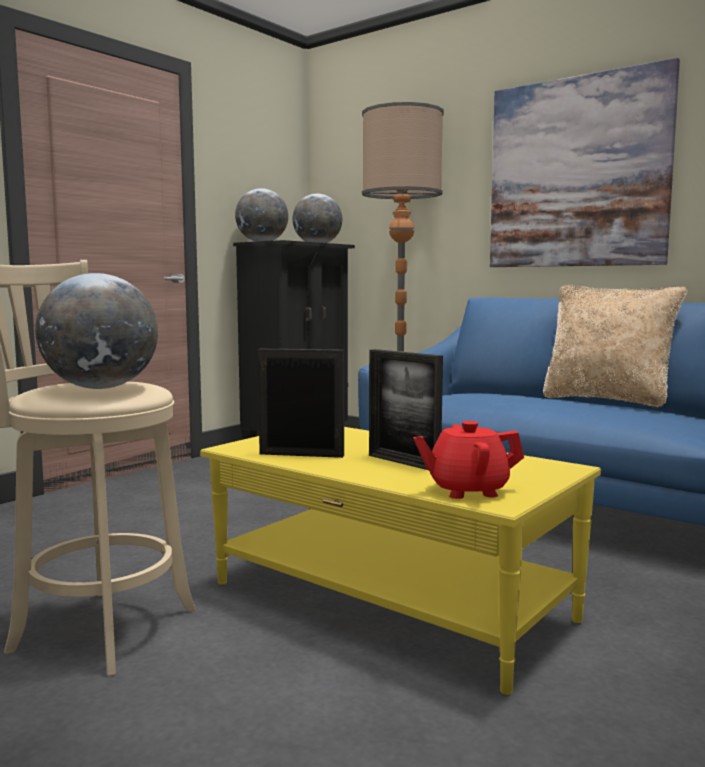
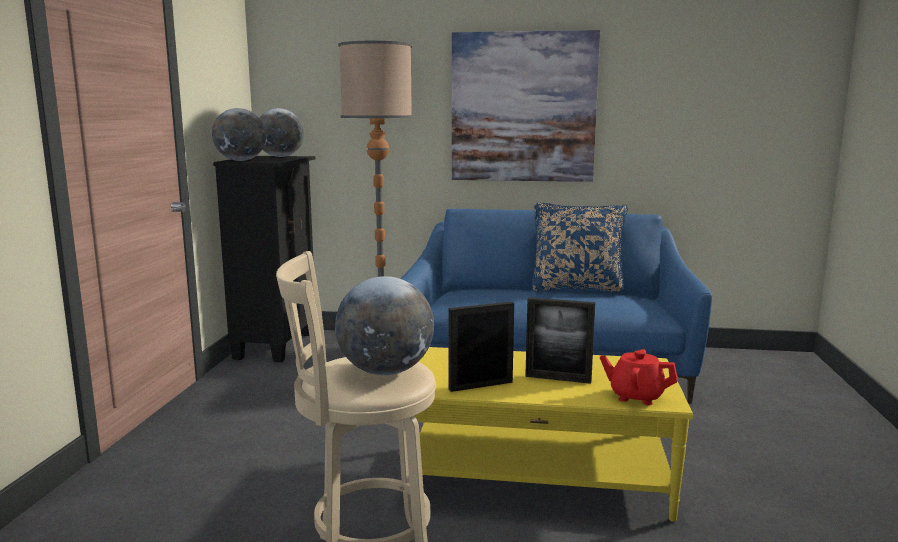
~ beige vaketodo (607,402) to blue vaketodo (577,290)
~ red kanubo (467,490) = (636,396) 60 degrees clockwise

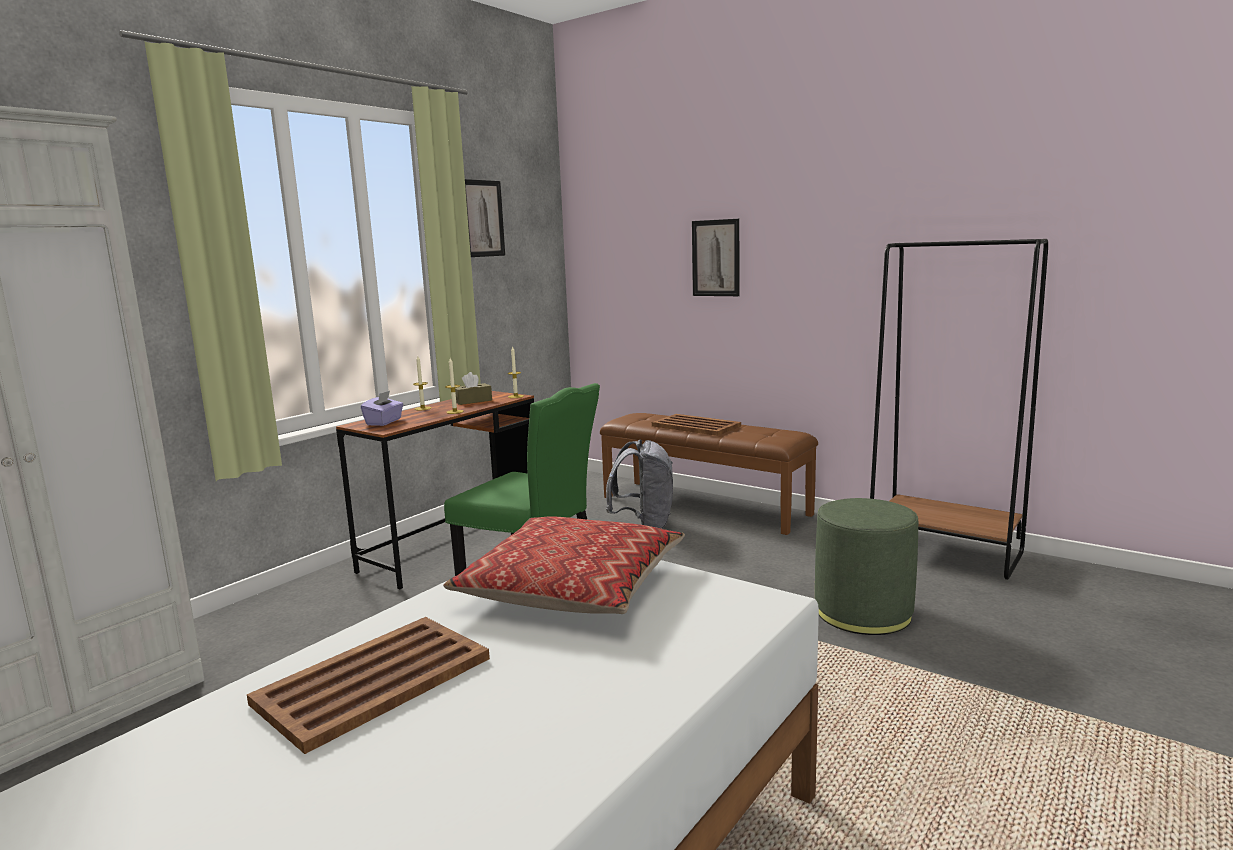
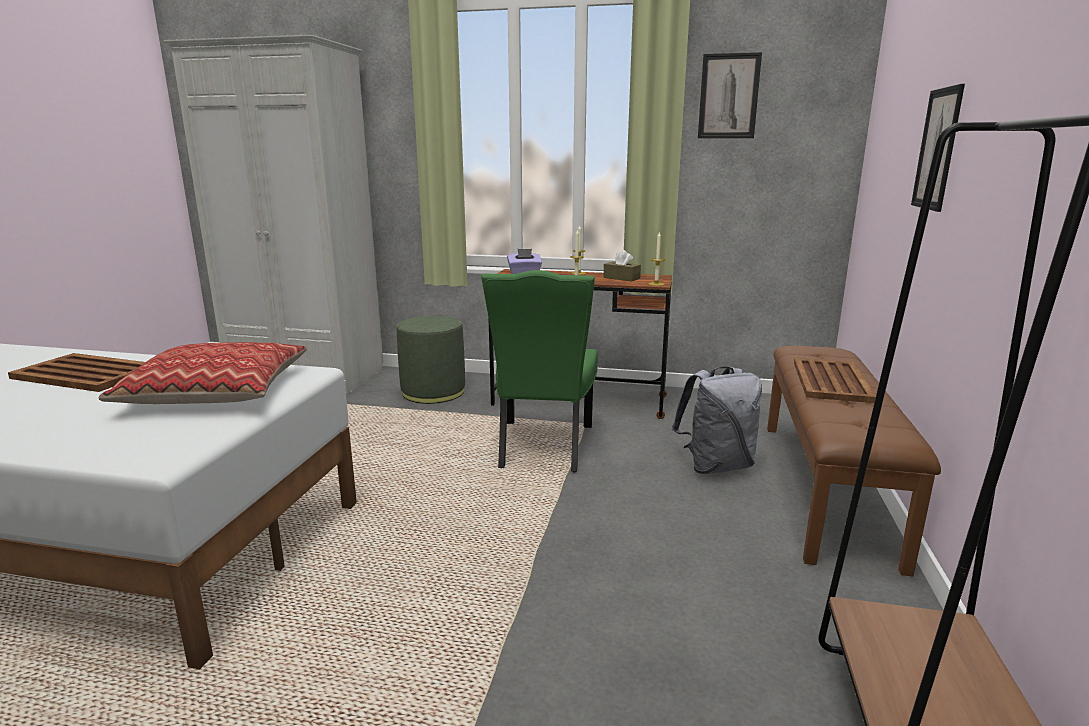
~ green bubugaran (862,612) to (433,392)

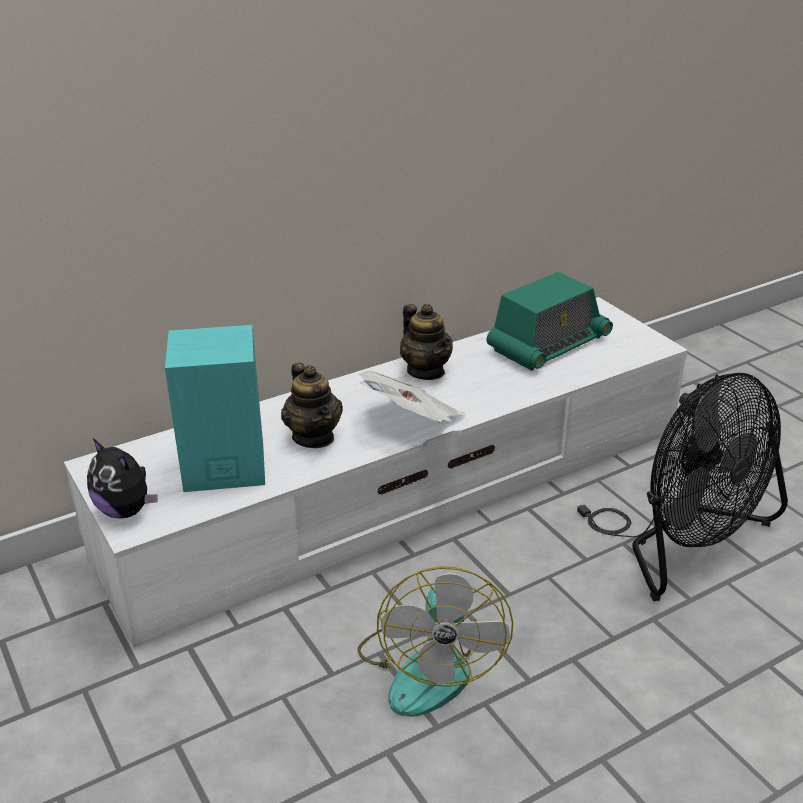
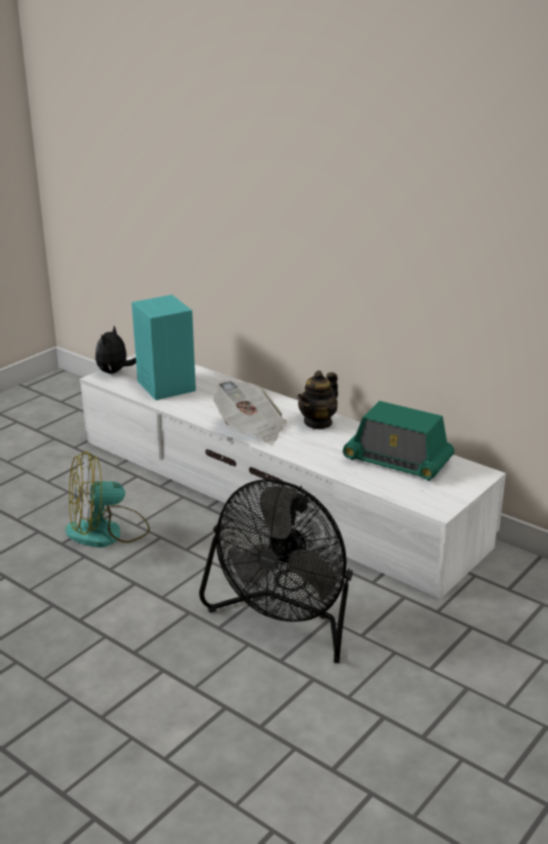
- kanubo (314,437)

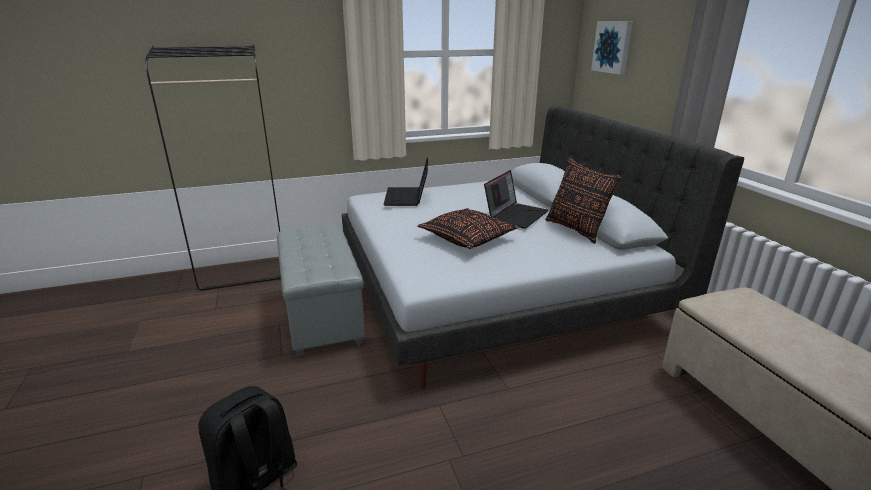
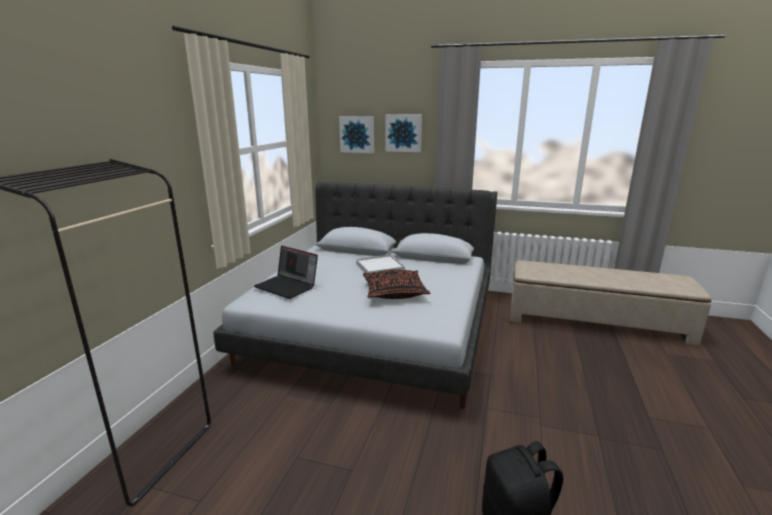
- black vaketodo (576,230)
~ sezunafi (515,215) to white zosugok (379,268)
- grey bubugaran (323,315)
+ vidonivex (404,133)

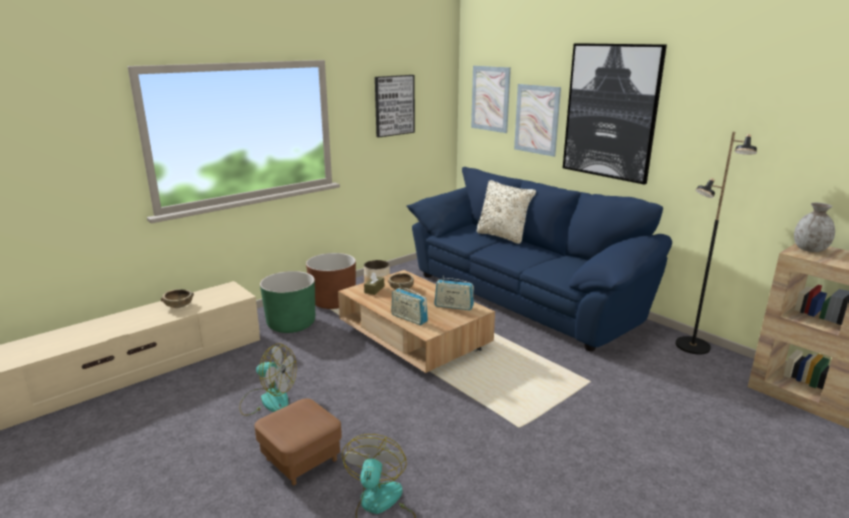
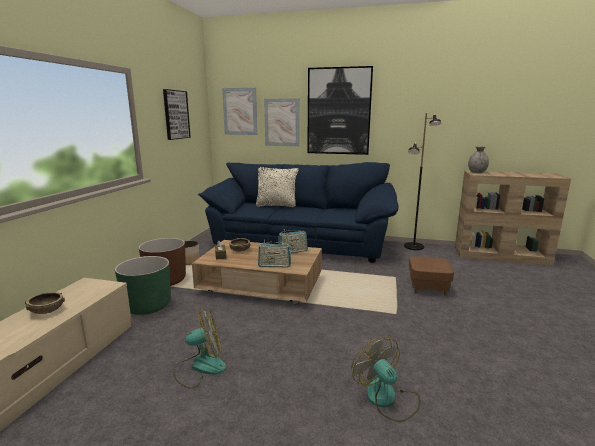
~ brown bubugaran (301,459) to (428,287)

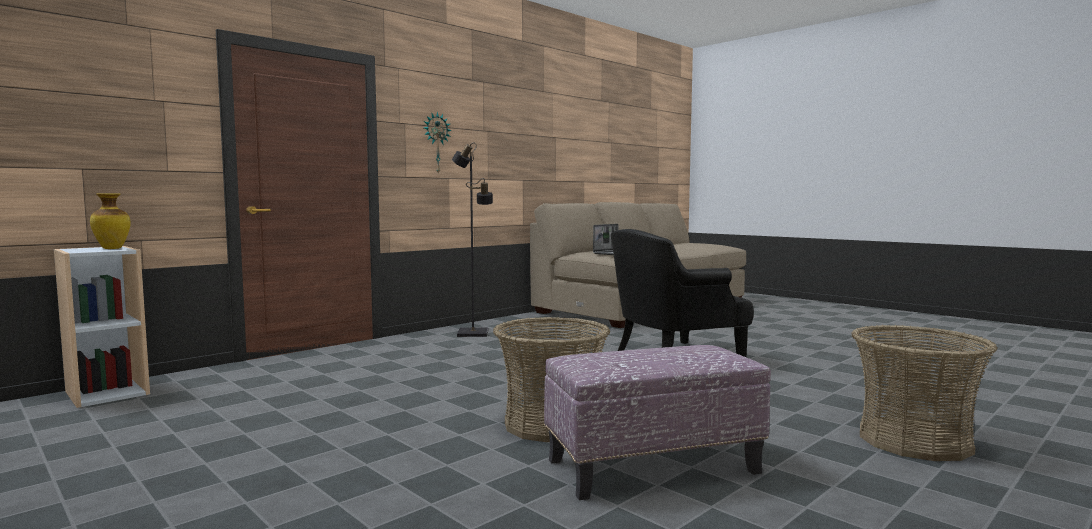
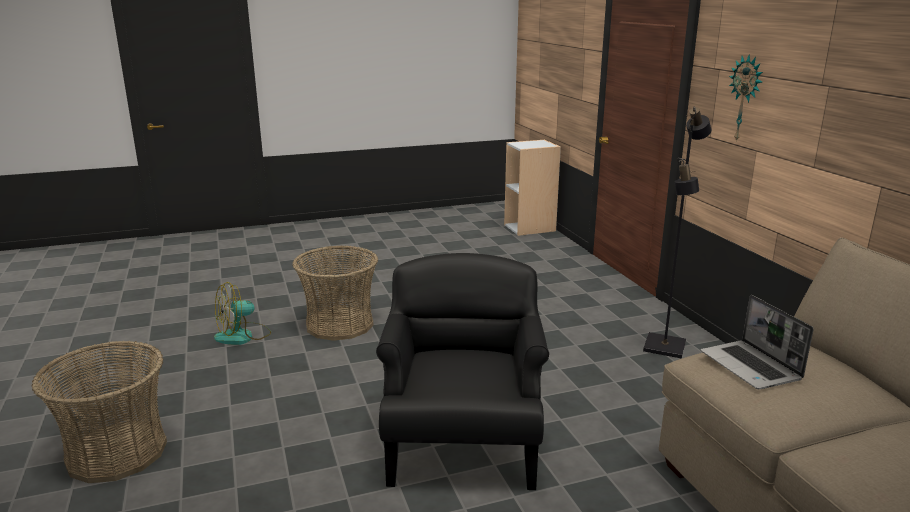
- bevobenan (111,248)
~ bubugaran (653,466) to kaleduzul (243,336)

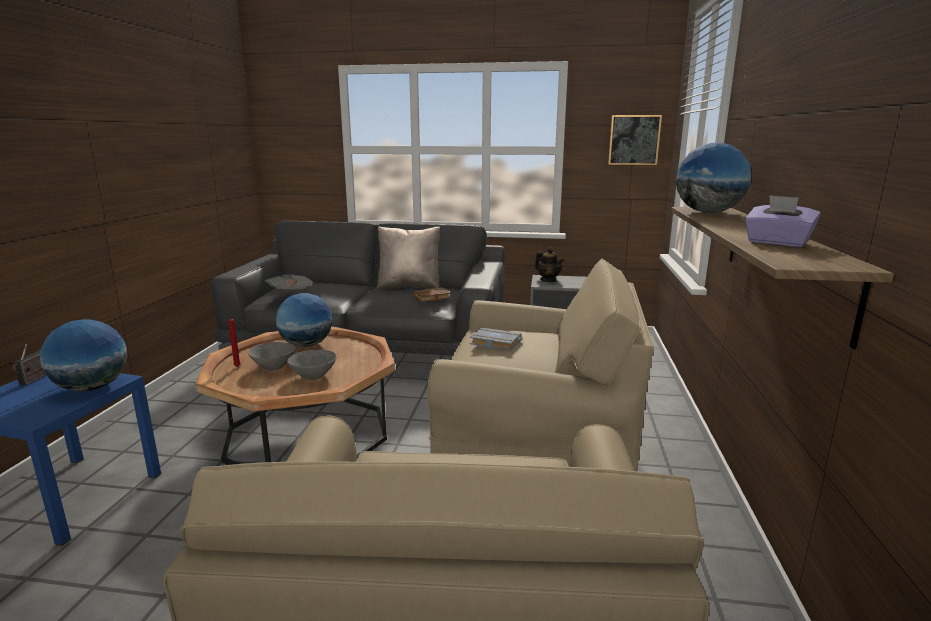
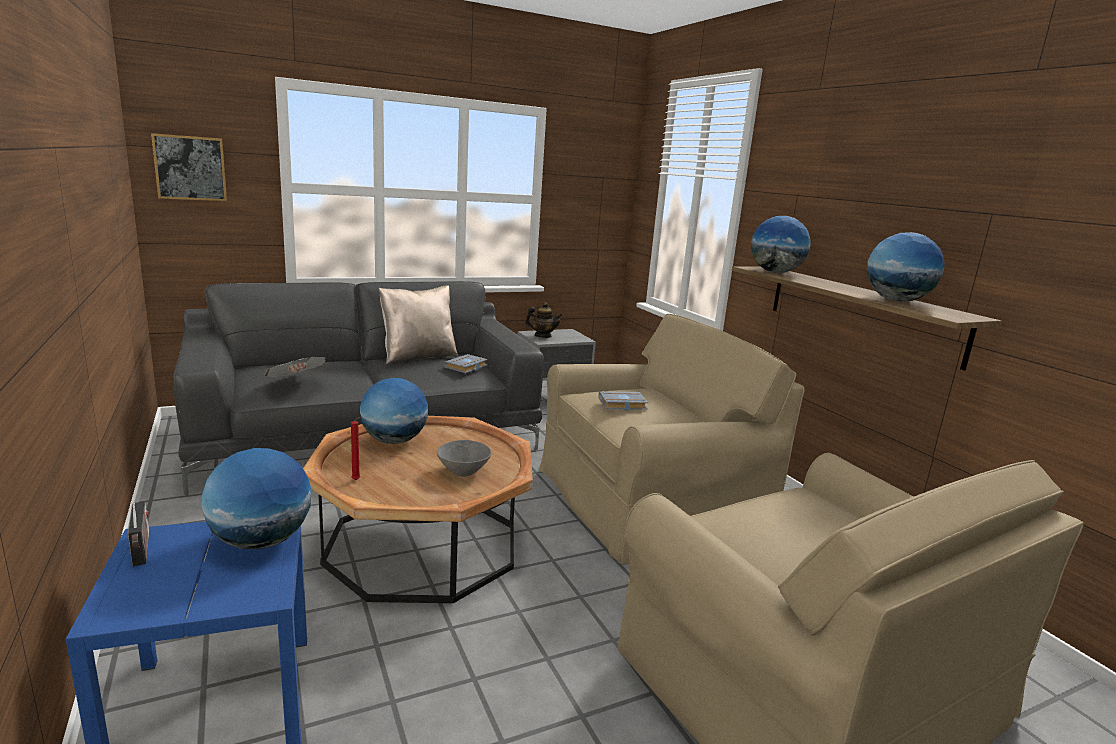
~ vidonivex (634,140) to (190,168)
~ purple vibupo (777,243) to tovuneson (896,300)
~ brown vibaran (431,298) to grey vibaran (466,367)
- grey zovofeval (273,367)

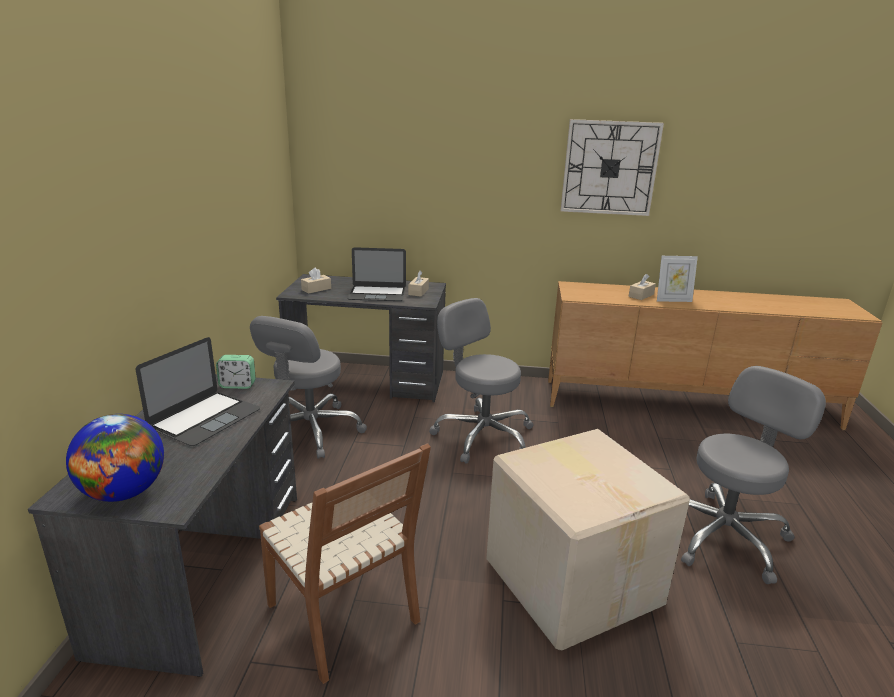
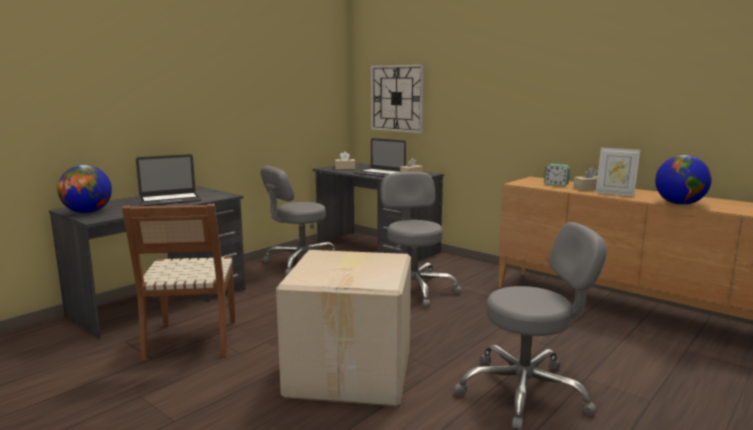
~ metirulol (609,168) to (397,98)
~ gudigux (237,385) to (556,184)
+ tovuneson (679,204)

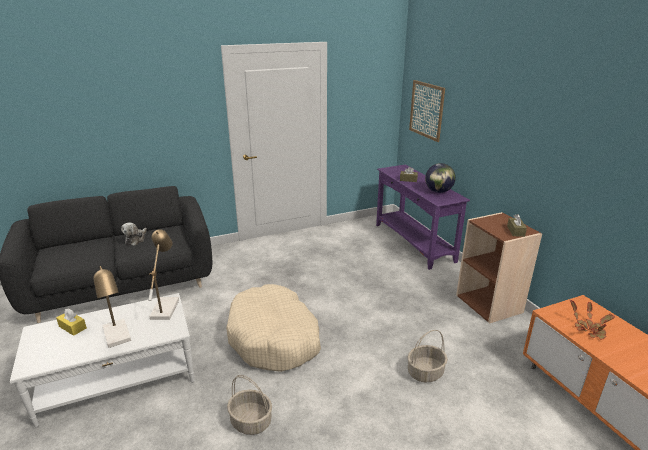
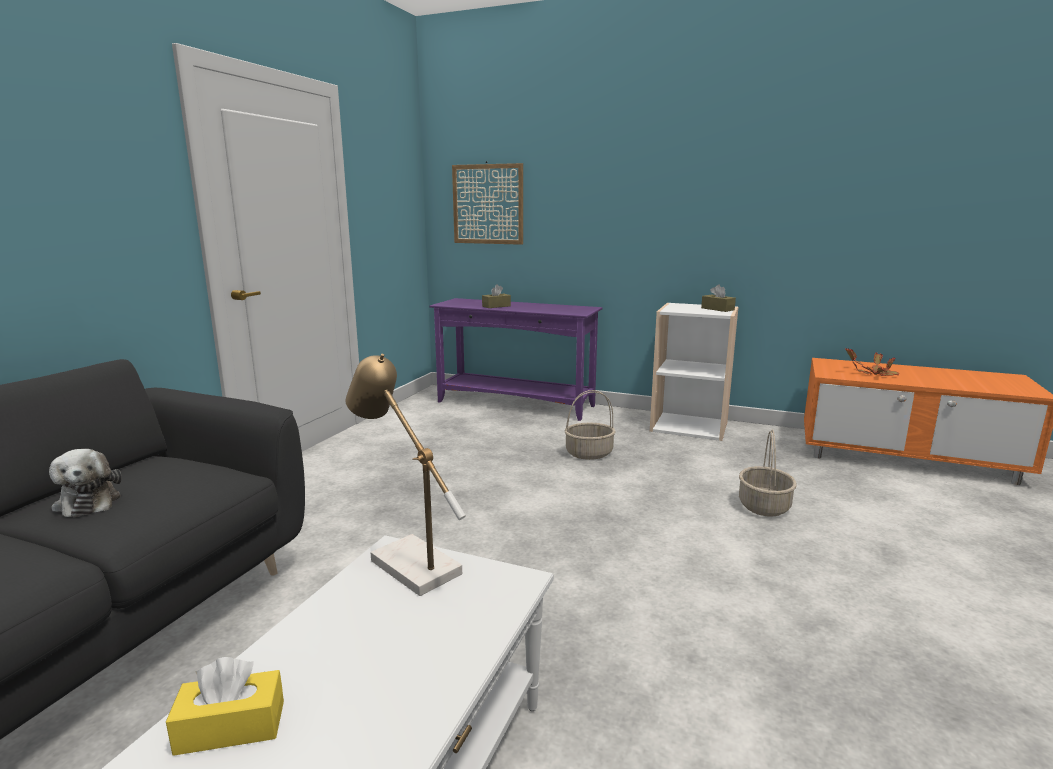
- tovuneson (438,191)
~ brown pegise (490,304) to white pegise (690,426)
- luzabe (118,337)
- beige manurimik (274,338)
~ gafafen (251,421) to (589,453)

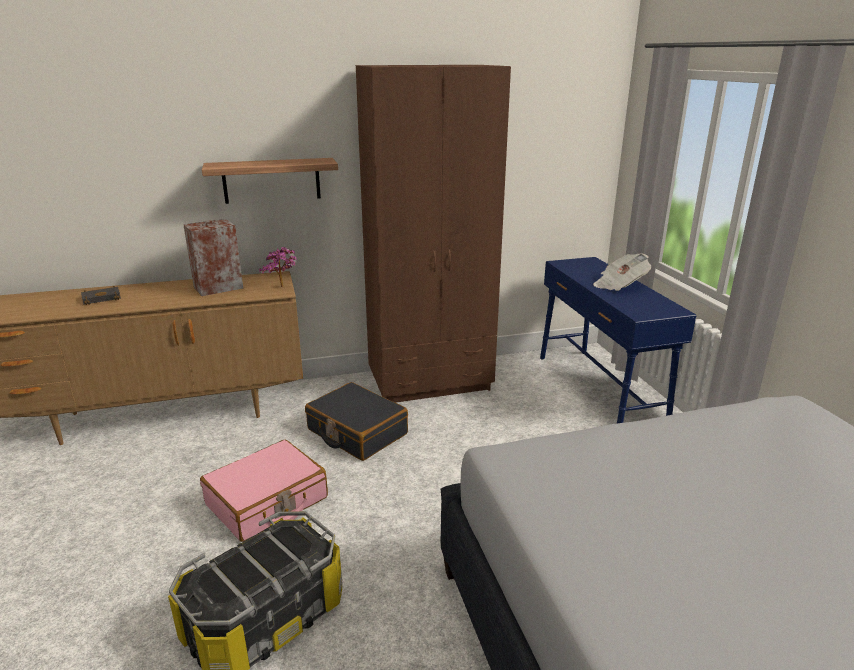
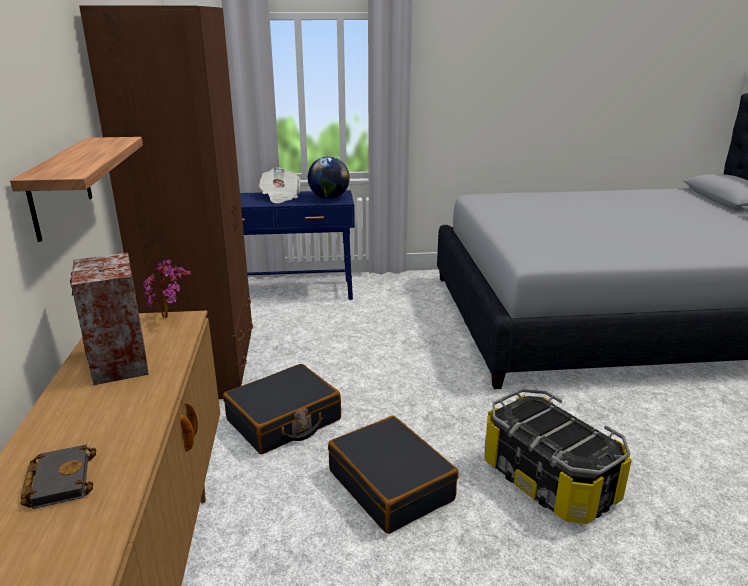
~ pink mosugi (267,502) to black mosugi (391,485)
+ tovuneson (329,198)

